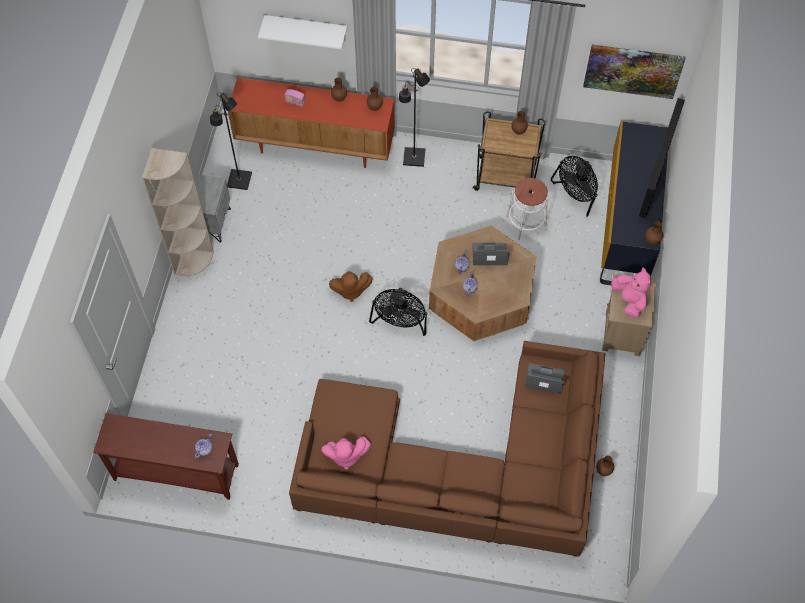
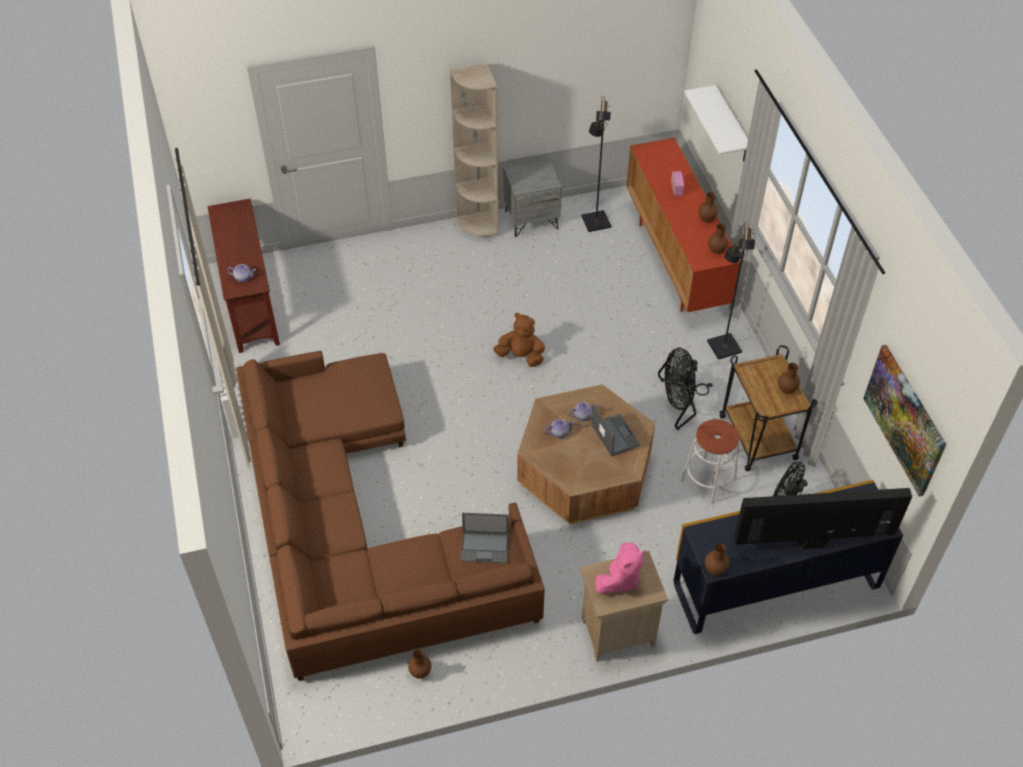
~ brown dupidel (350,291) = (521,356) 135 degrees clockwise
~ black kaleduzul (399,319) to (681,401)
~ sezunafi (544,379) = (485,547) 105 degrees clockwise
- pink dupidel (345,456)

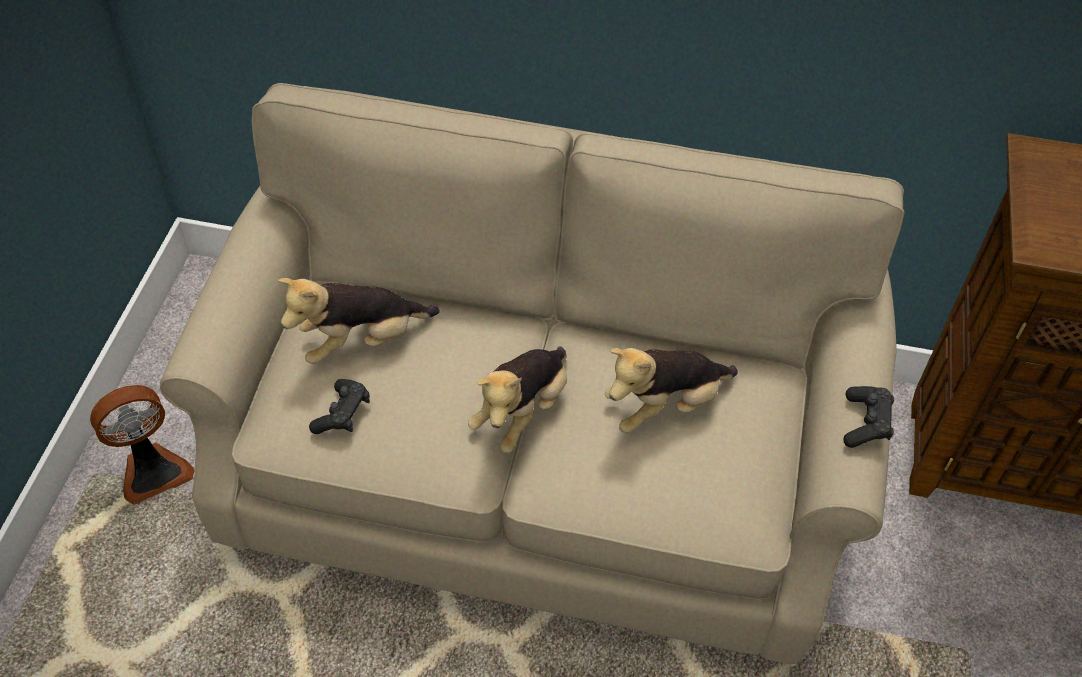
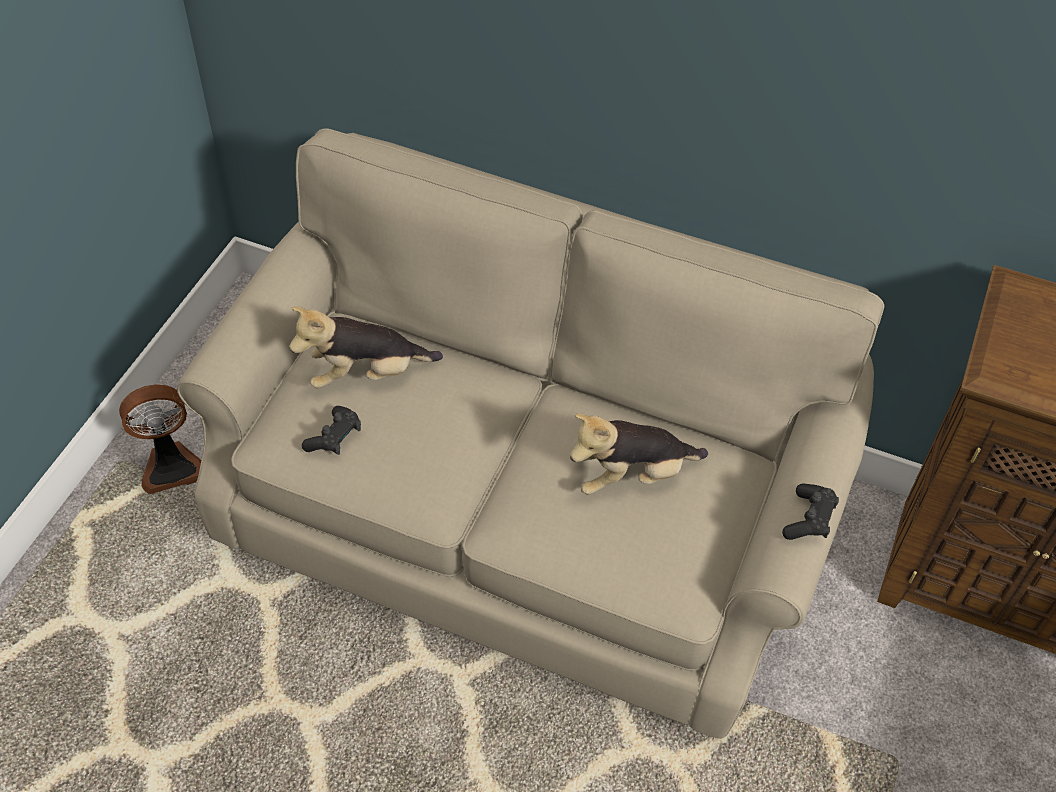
- dupidel (522,411)

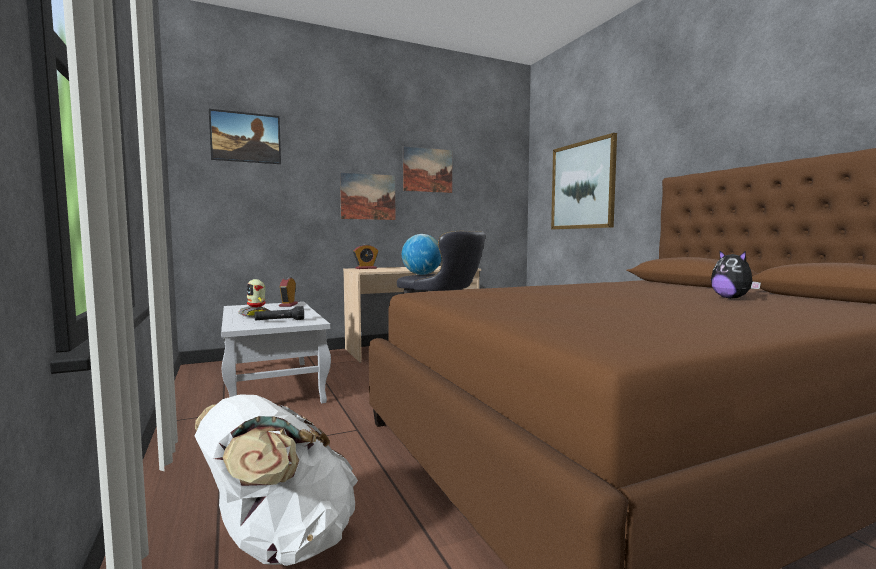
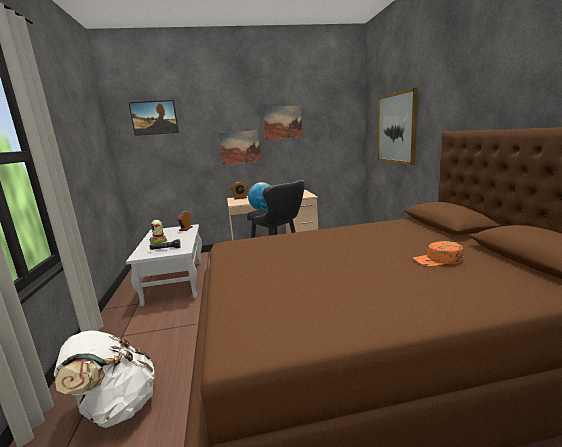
~ dupidel (732,298) to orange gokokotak (438,260)

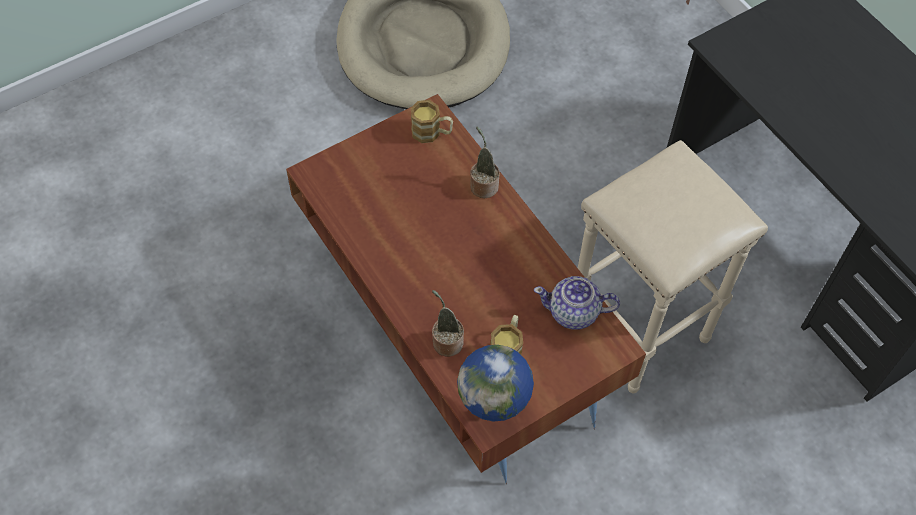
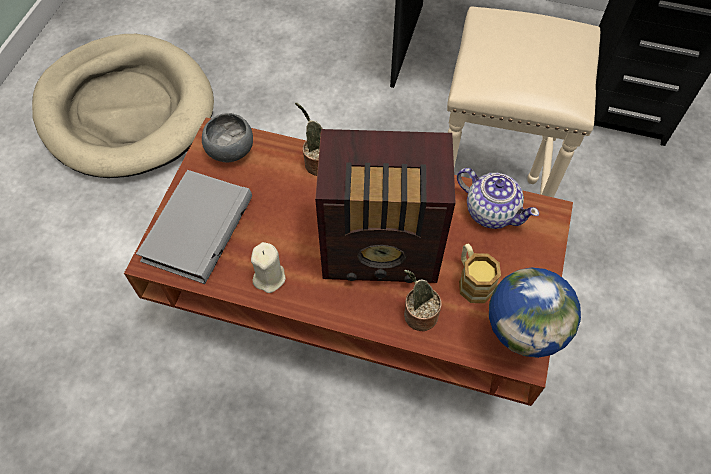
~ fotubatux (432,133) to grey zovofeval (232,151)
~ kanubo (574,312) = (491,211) 105 degrees counterclockwise
+ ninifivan (383,252)
+ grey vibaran (196,228)
+ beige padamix (269,277)

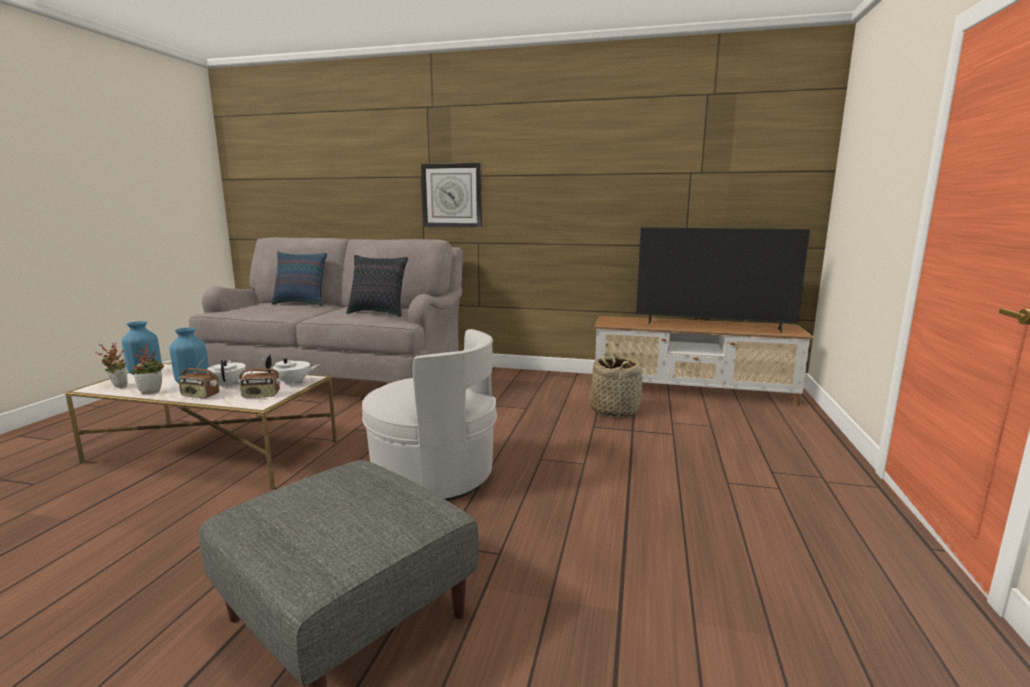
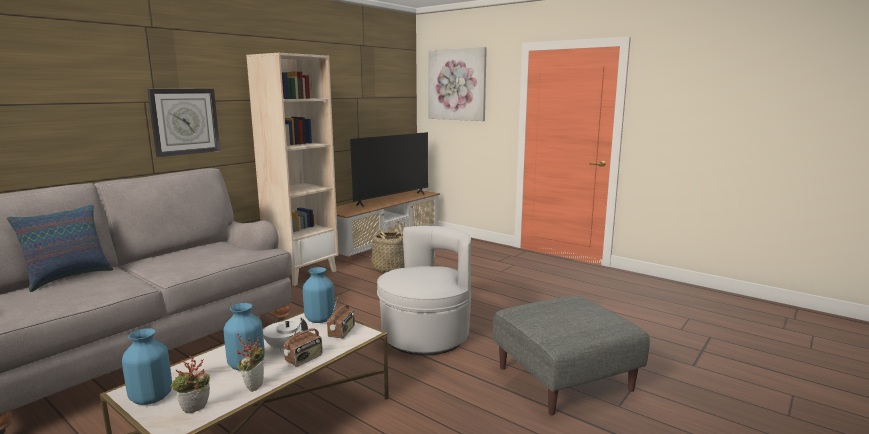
- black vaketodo (378,313)
~ white kanubo (293,383) to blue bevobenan (320,319)
+ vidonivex (457,84)
+ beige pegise (302,273)

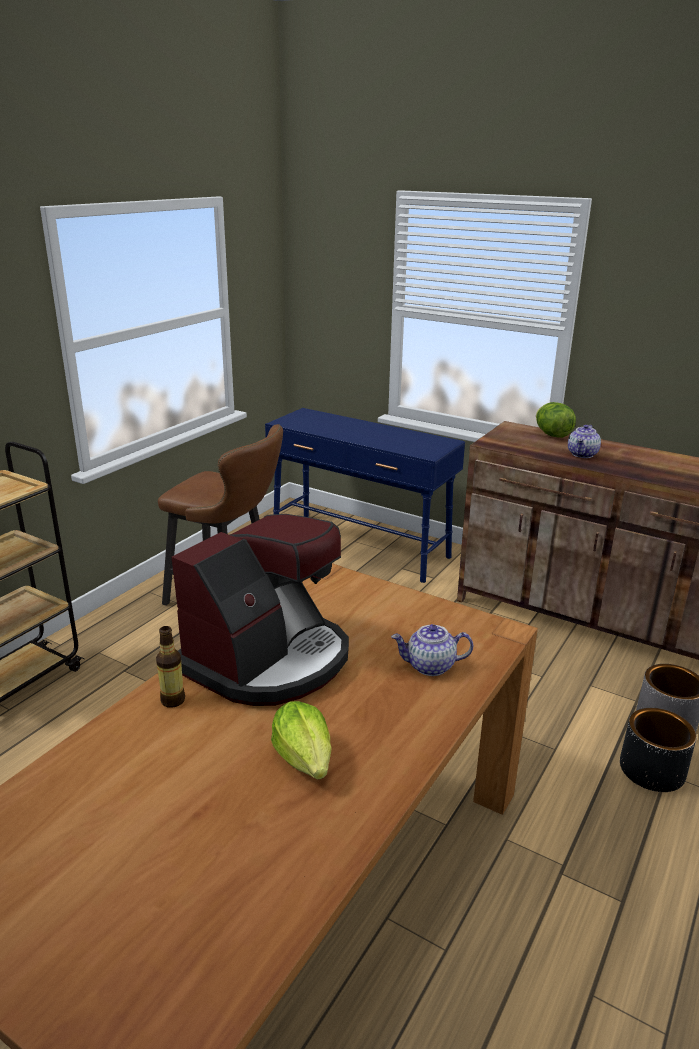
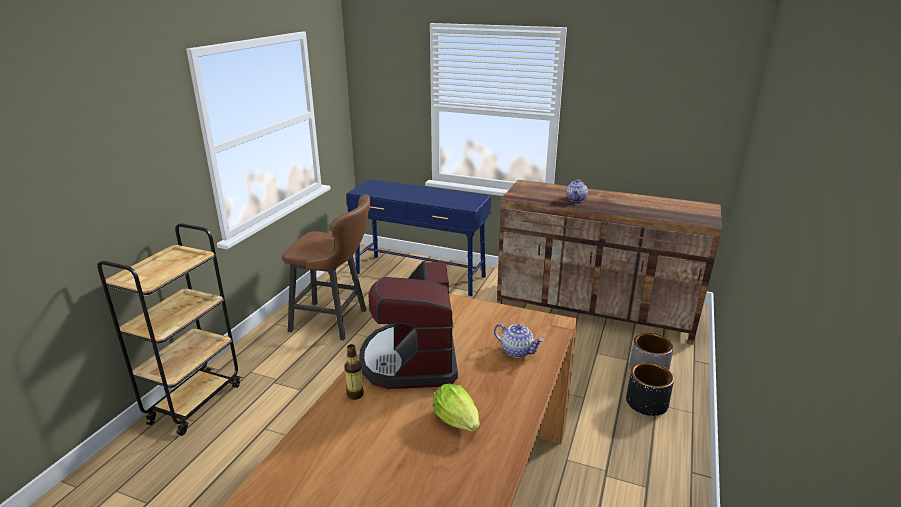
- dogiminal (552,435)
~ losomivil (269,660) = (411,360) 150 degrees clockwise
~ kanubo (430,666) = (517,351) 135 degrees counterclockwise

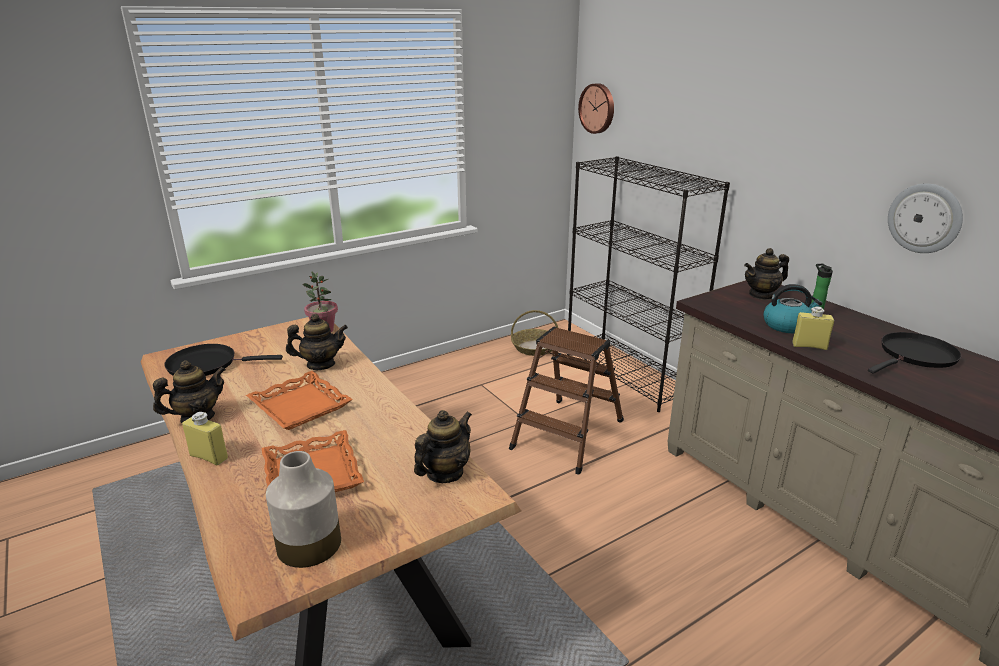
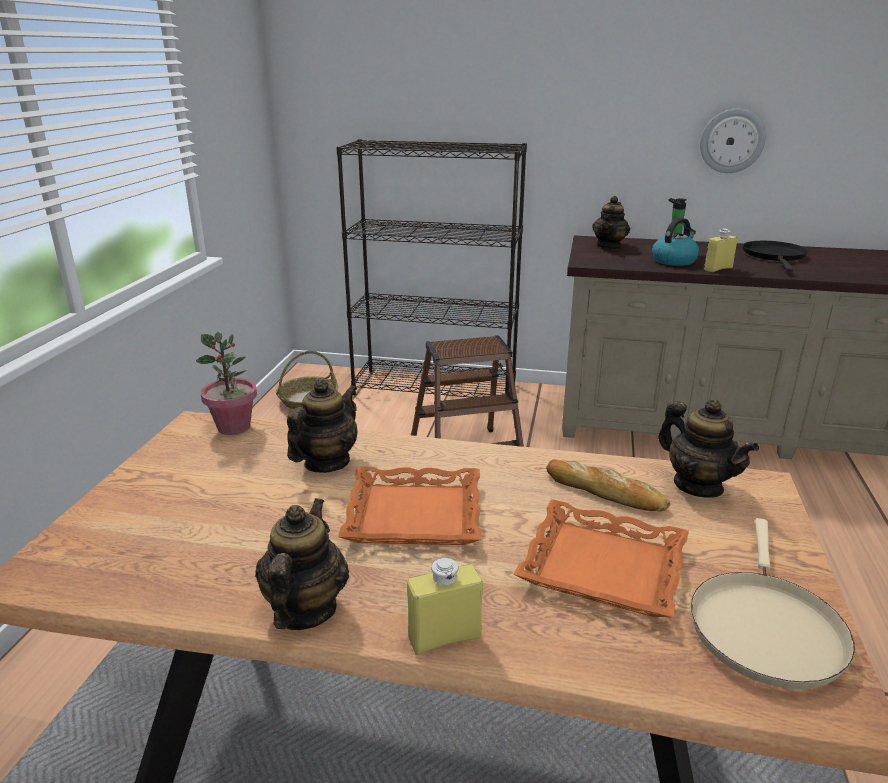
- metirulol (598,108)
- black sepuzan (207,364)
~ kanubo (444,473) = (698,485) 150 degrees clockwise
~ beige bevobenan (308,543) to beige sepuzan (764,627)
+ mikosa (605,492)

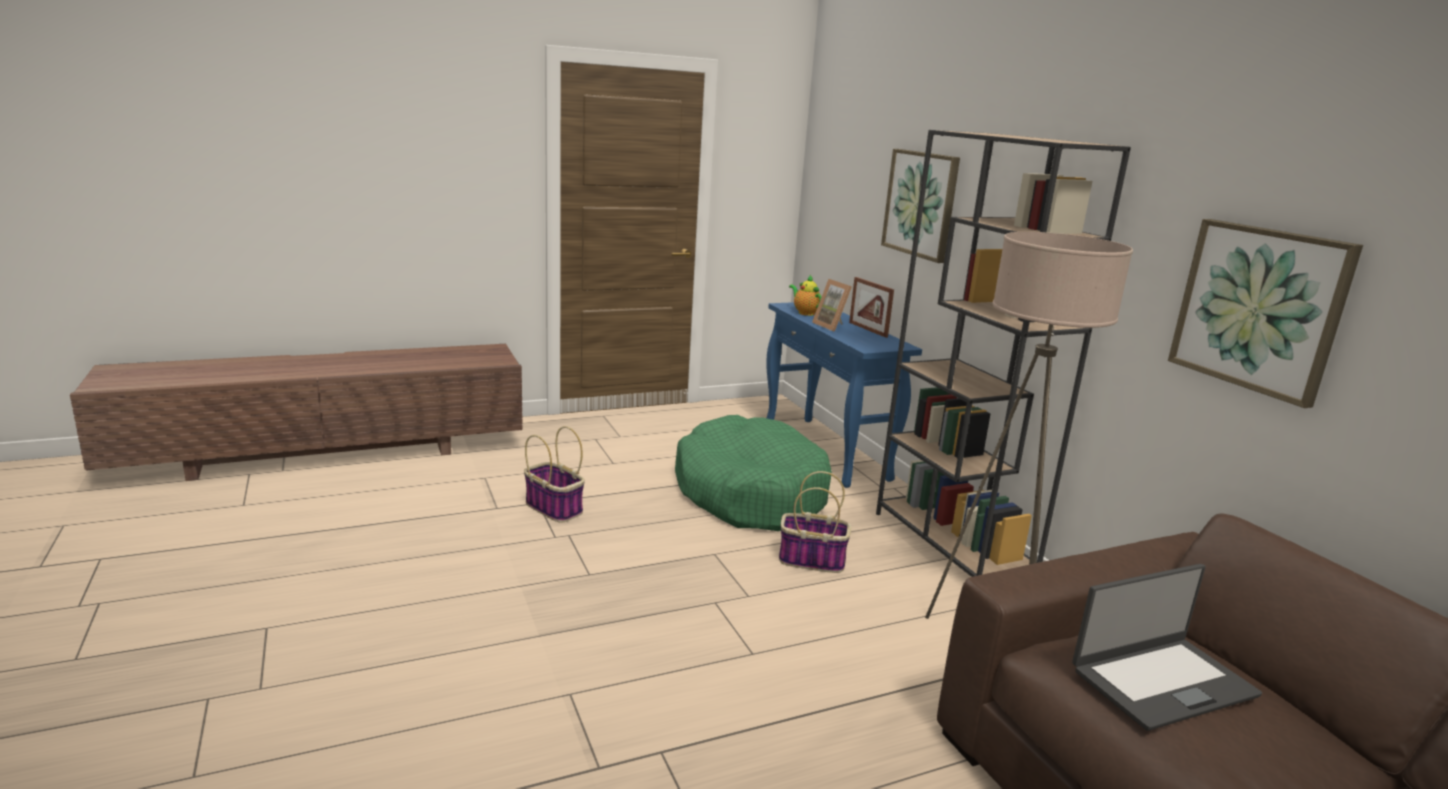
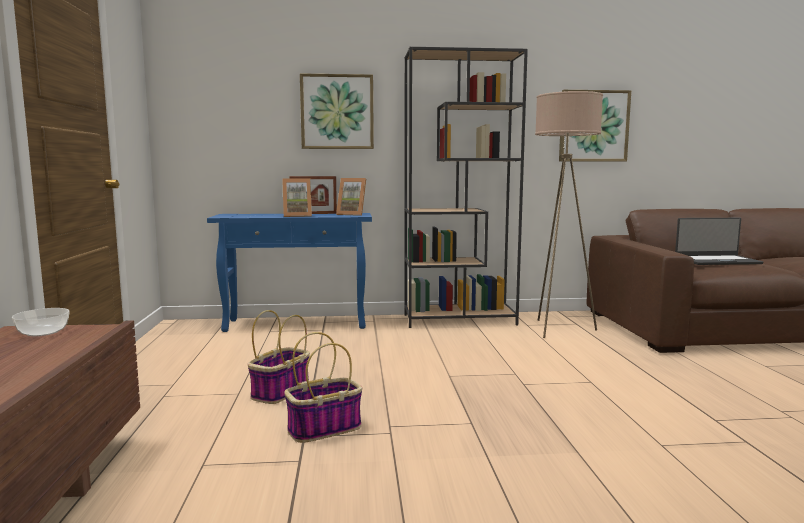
- kanubo (805,313)
- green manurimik (750,493)
~ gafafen (810,560) to (280,392)
~ sezunafi (1162,681) = (716,261) 90 degrees clockwise
+ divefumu (352,214)
+ zovofeval (42,332)

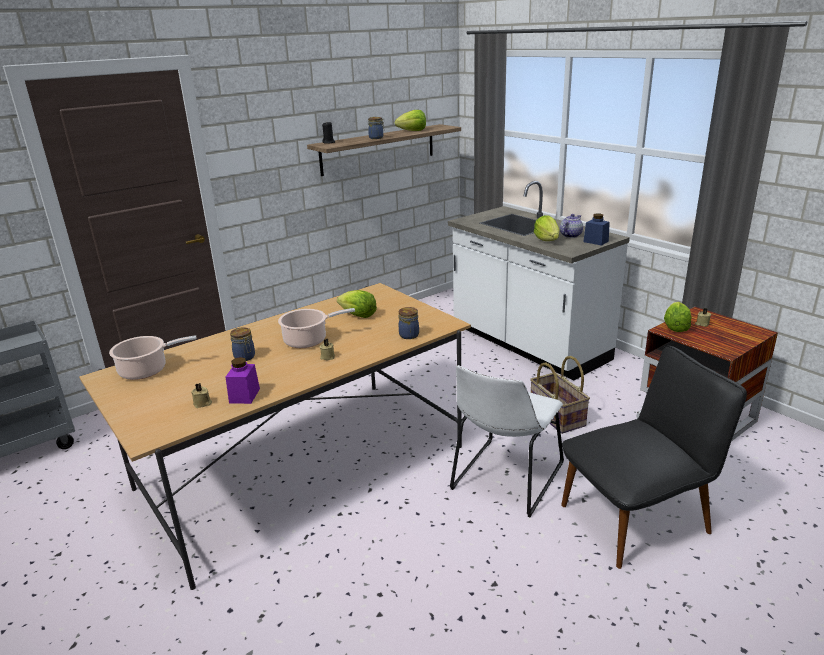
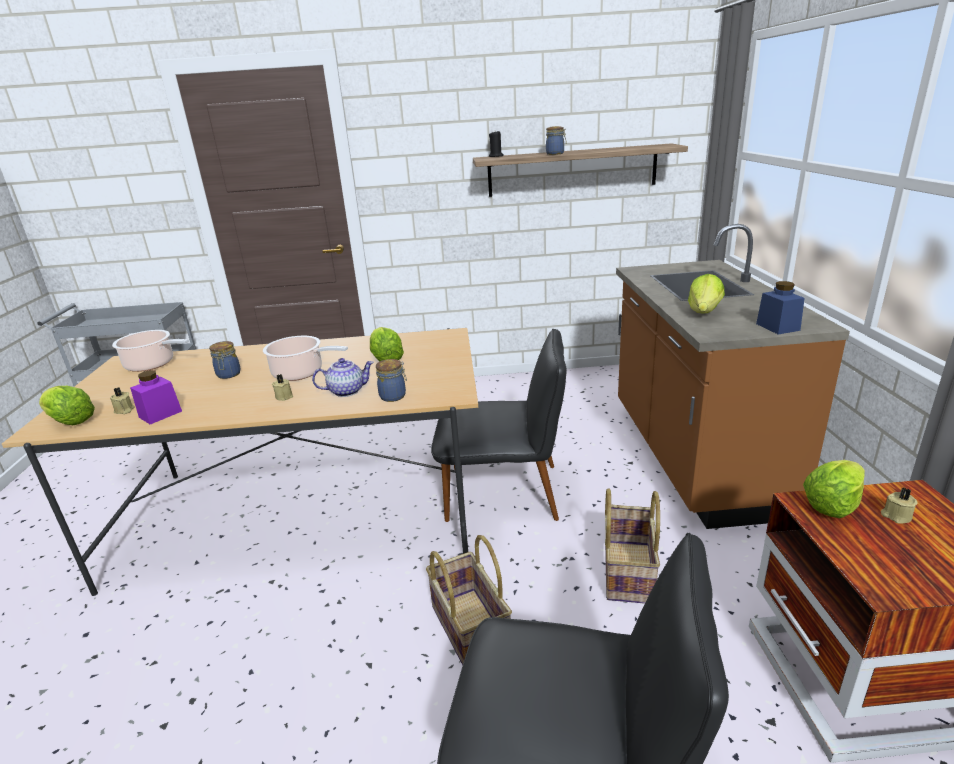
~ dogiminal (412,131) to (70,421)
~ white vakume (528,345) to brown vakume (693,457)
~ kanubo (570,235) to (347,391)
~ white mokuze (505,479) to gafafen (468,629)
+ black mokuze (503,492)

